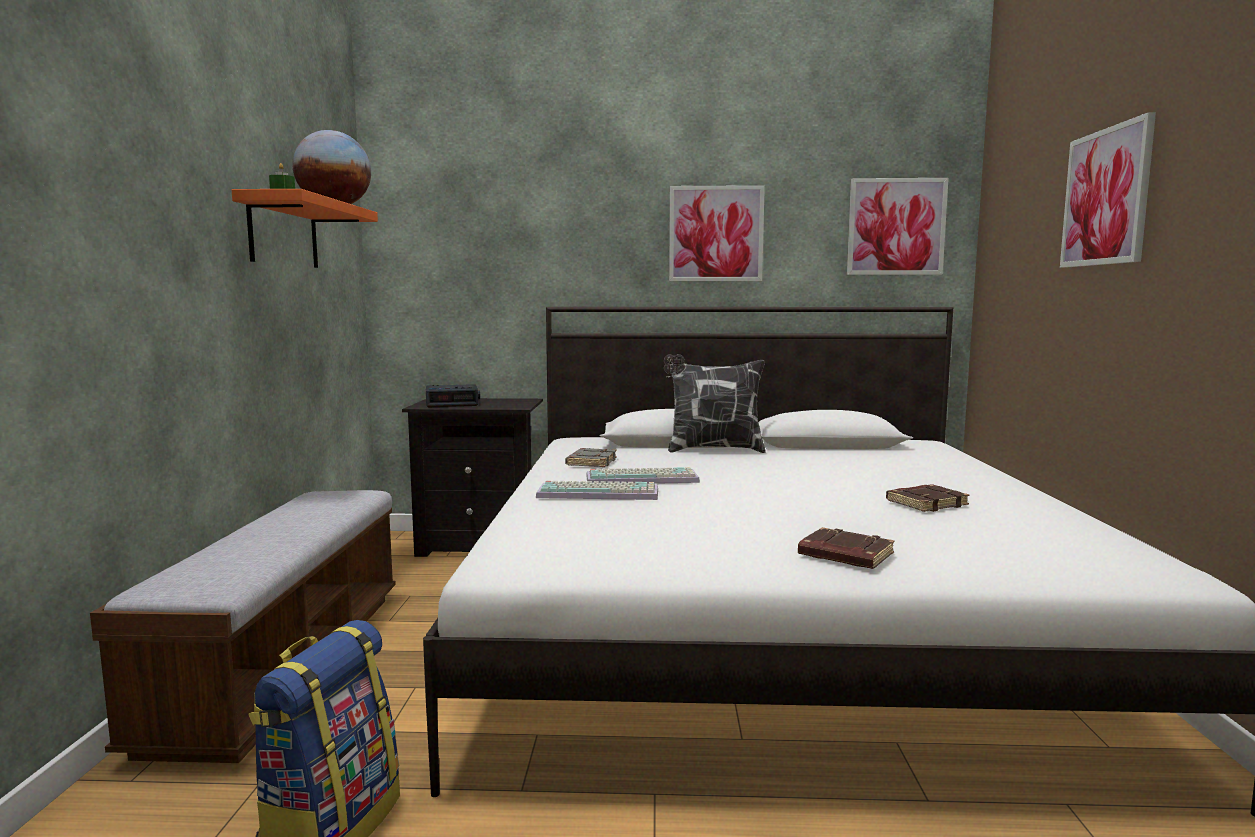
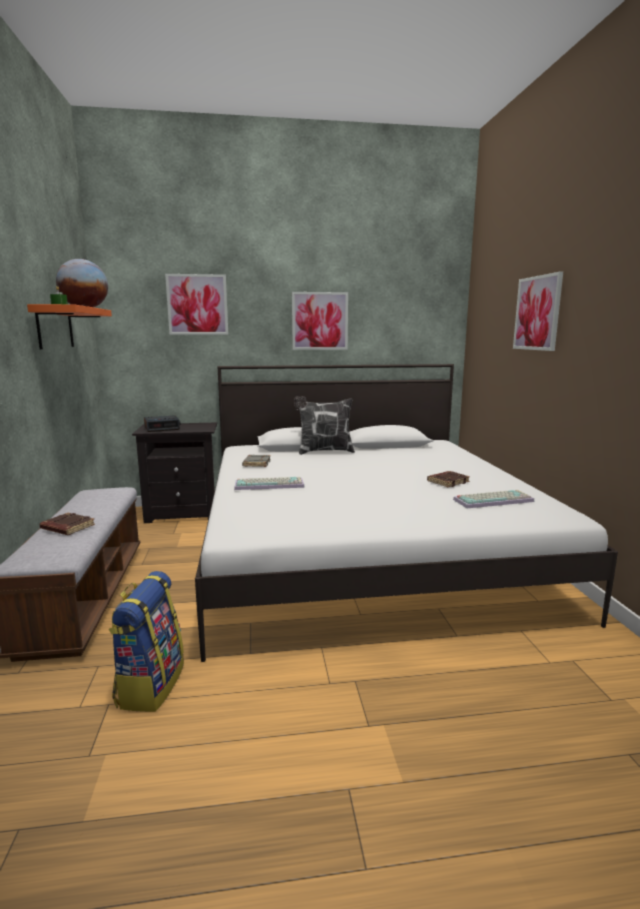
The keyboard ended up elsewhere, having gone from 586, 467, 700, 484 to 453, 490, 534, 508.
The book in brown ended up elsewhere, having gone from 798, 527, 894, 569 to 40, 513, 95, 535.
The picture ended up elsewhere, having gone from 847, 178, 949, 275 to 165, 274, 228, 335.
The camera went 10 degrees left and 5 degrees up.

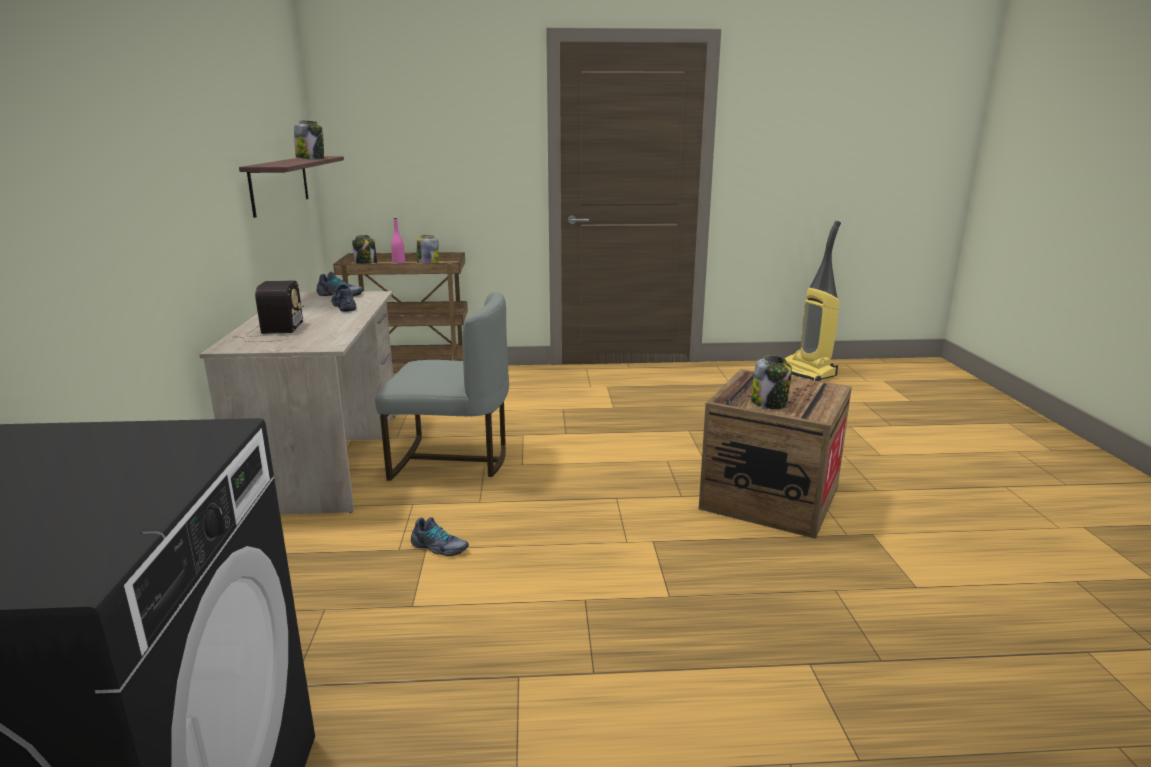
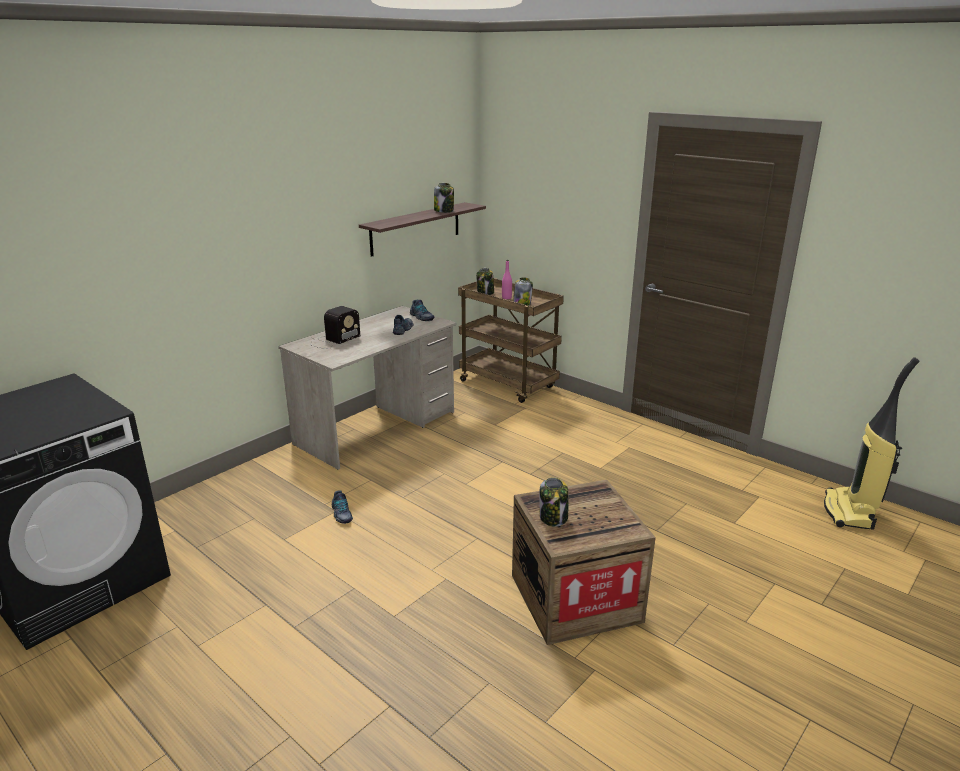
The second view lost the chair in grey at 375, 292, 509, 481.
The camera went 45 degrees right and 5 degrees up.

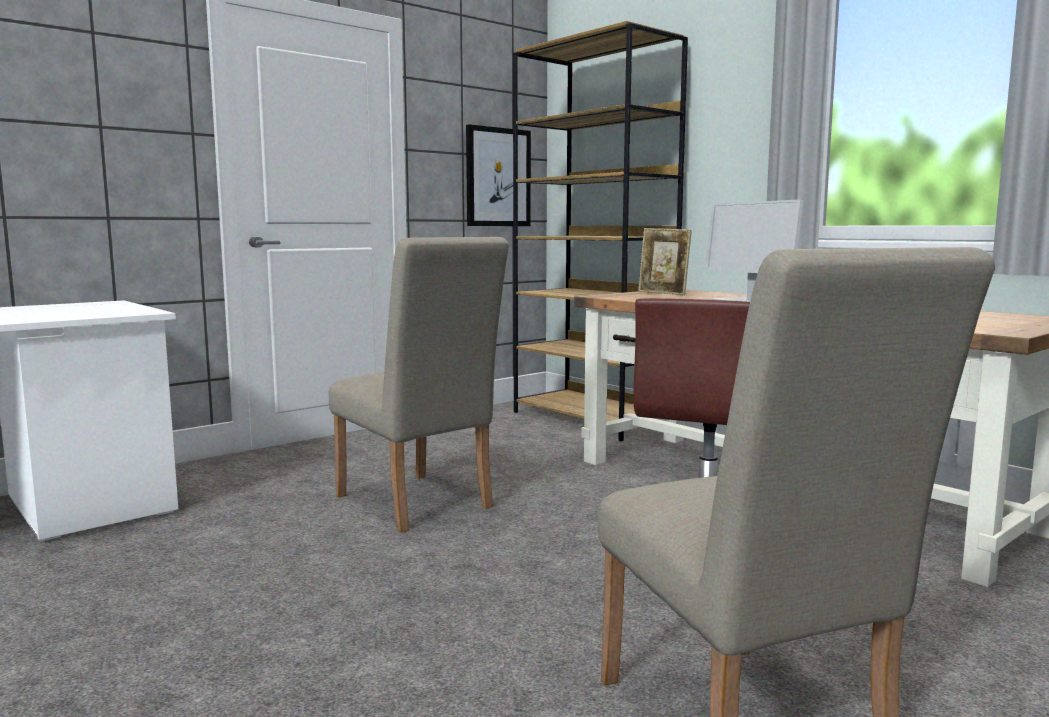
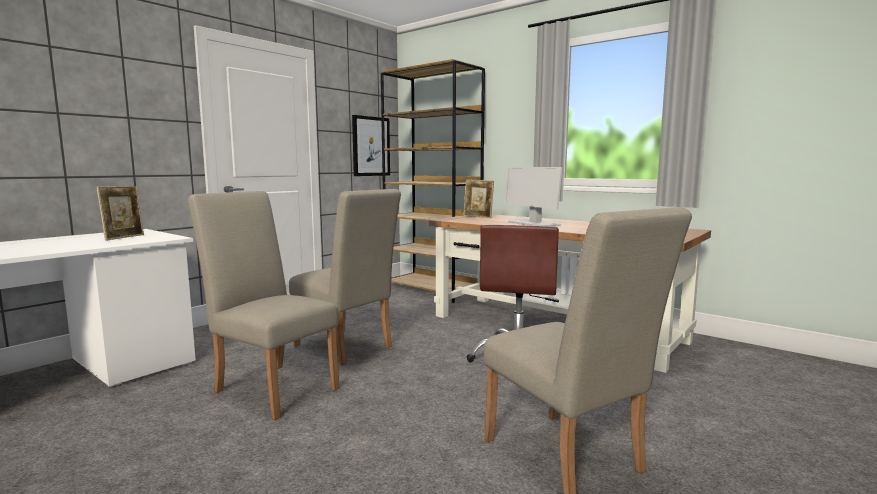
The second view gained the picture frame at 96, 186, 144, 241.
The second view gained the chair in beige at 188, 191, 340, 420.
The camera went 10 degrees left and 0 degrees up.

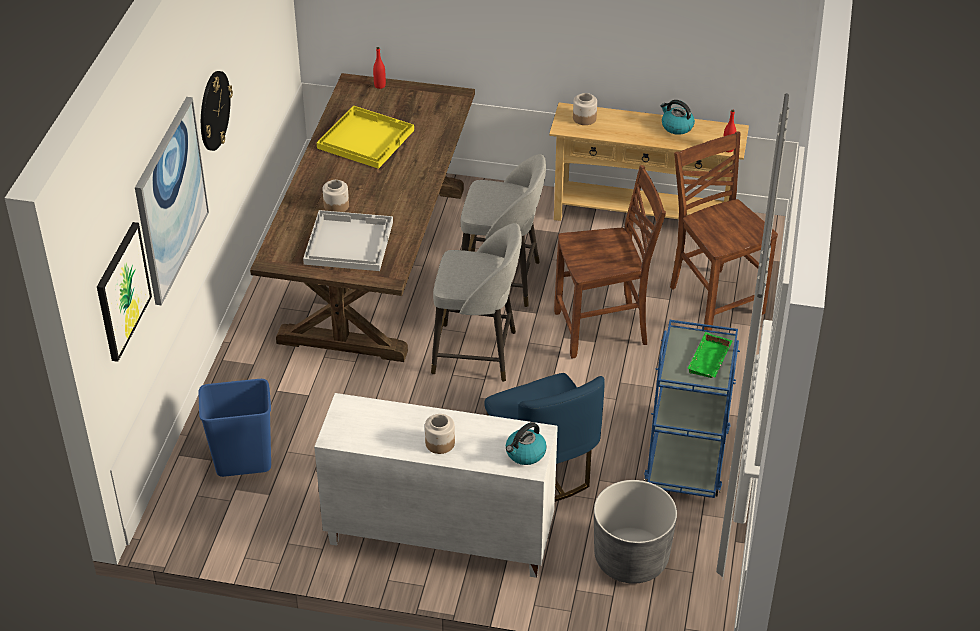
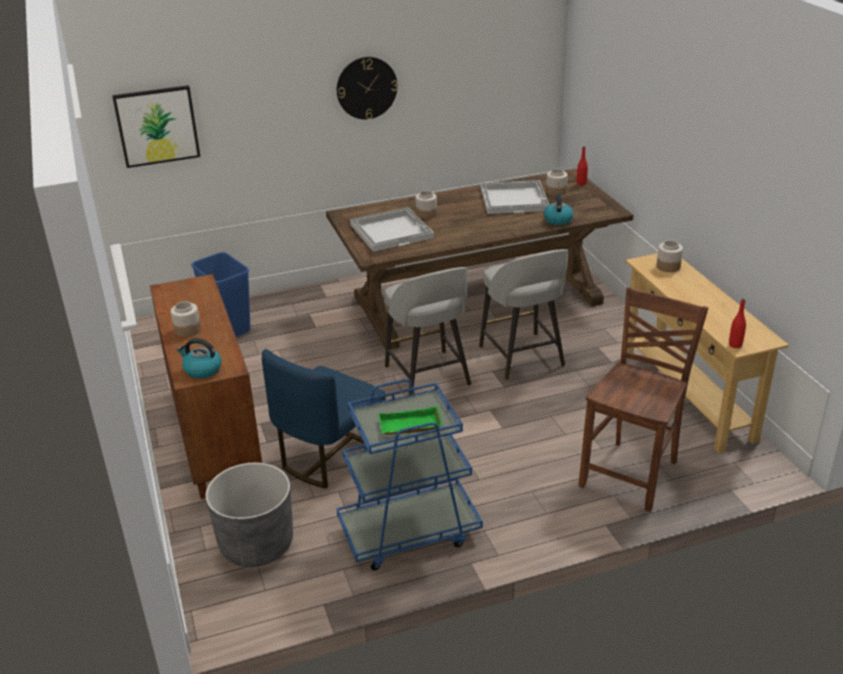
The second view lost the picture at 135, 97, 209, 306.
The second view lost the chair in brown at 554, 165, 666, 358.
The second view gained the jar at 546, 169, 568, 196.
The kettle ended up elsewhere, having gone from 660, 100, 695, 135 to 544, 193, 574, 225.
What was the cabinet in white at 314, 393, 558, 578 turned into the cabinet in brown at 150, 274, 262, 499.
What was the tray in yellow at 317, 105, 414, 169 turned into the tray in white at 480, 180, 549, 214.
The camera went 60 degrees right and 10 degrees down.

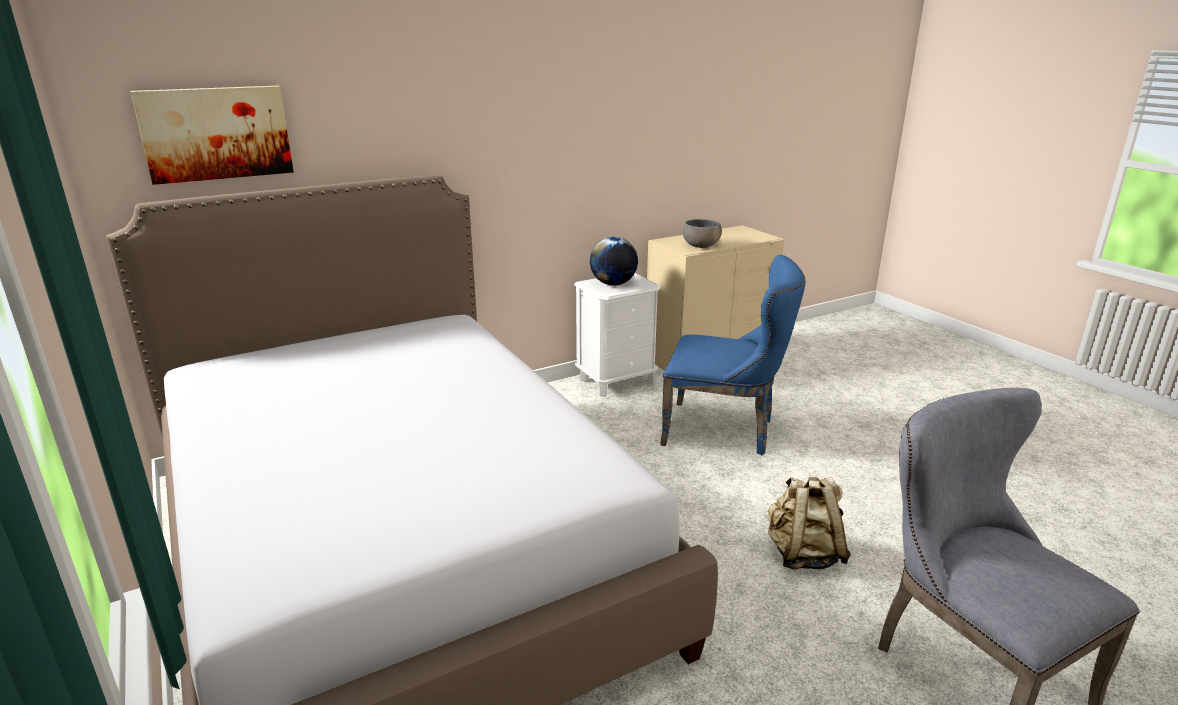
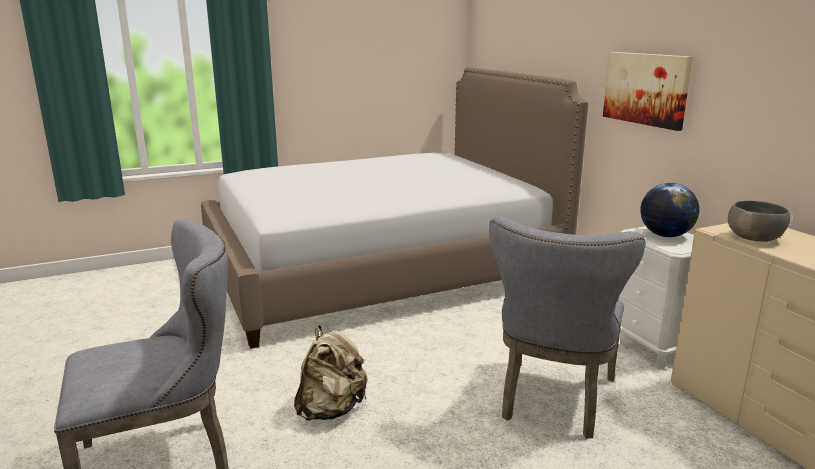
The picture ended up elsewhere, having gone from 130, 86, 294, 185 to 603, 52, 693, 131.
What was the chair in blue at 660, 255, 805, 455 turned into the chair in grey at 489, 216, 646, 439.
The camera went 95 degrees right and 5 degrees down.

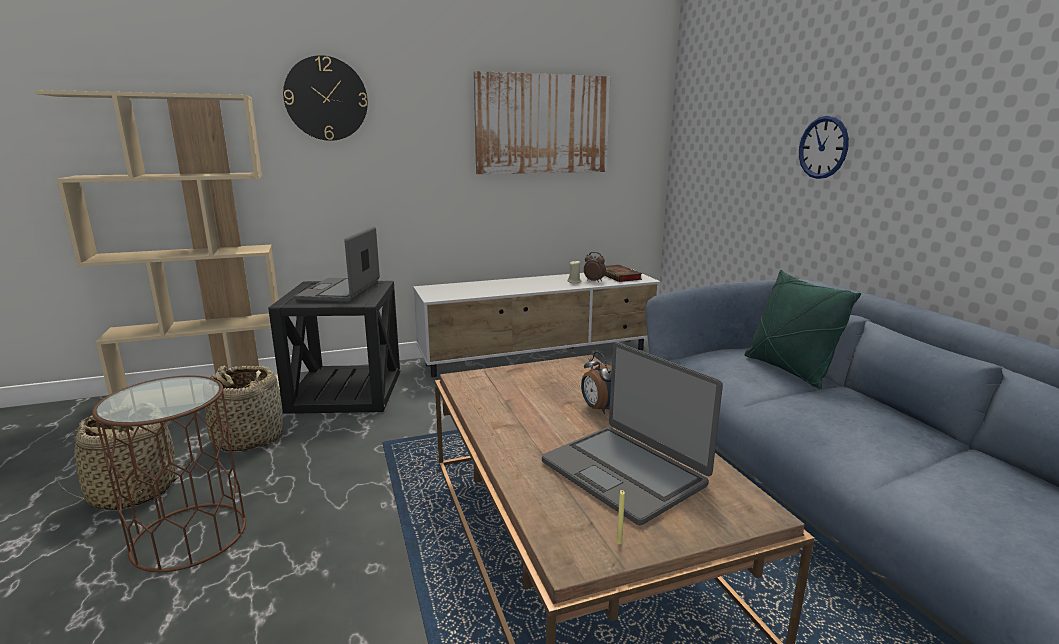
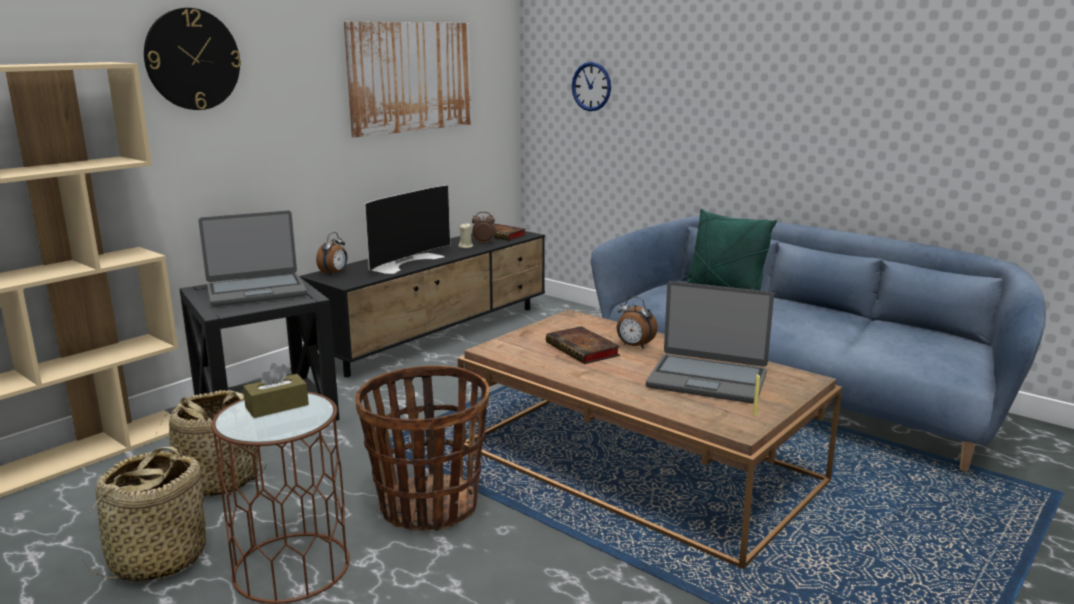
The second view gained the tissue box in brown at 243, 363, 309, 418.
The second view gained the alarm clock at 316, 232, 347, 276.
The second view gained the basket at 355, 365, 489, 531.
The second view gained the television at 364, 185, 450, 274.
The second view gained the book at 546, 326, 621, 364.
The wall clock ended up elsewhere, having gone from 799, 116, 849, 179 to 572, 62, 611, 111.
What was the tv stand in white at 413, 269, 661, 377 turned into the tv stand in black at 299, 231, 545, 377.
The laptop at 295, 226, 380, 302 ended up facing another way, 90 degrees counterclockwise from before.
The camera went 30 degrees left and 0 degrees up.

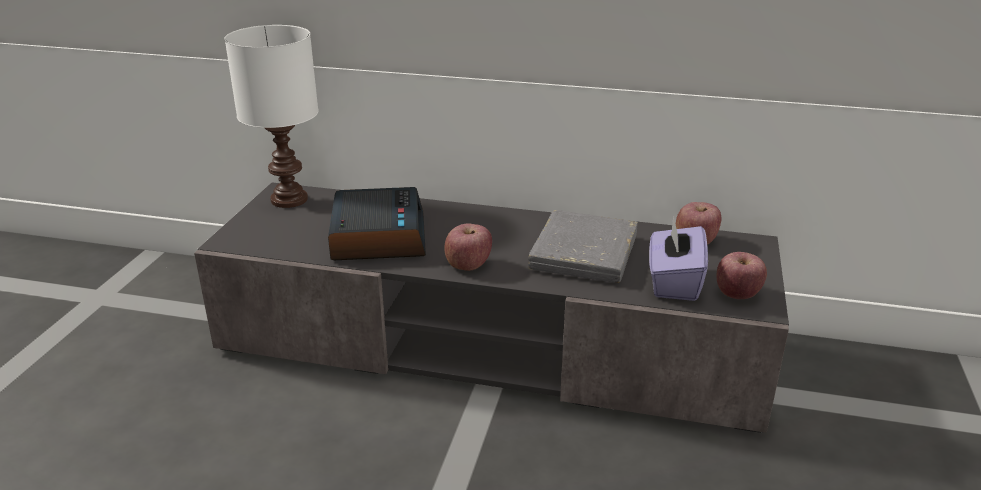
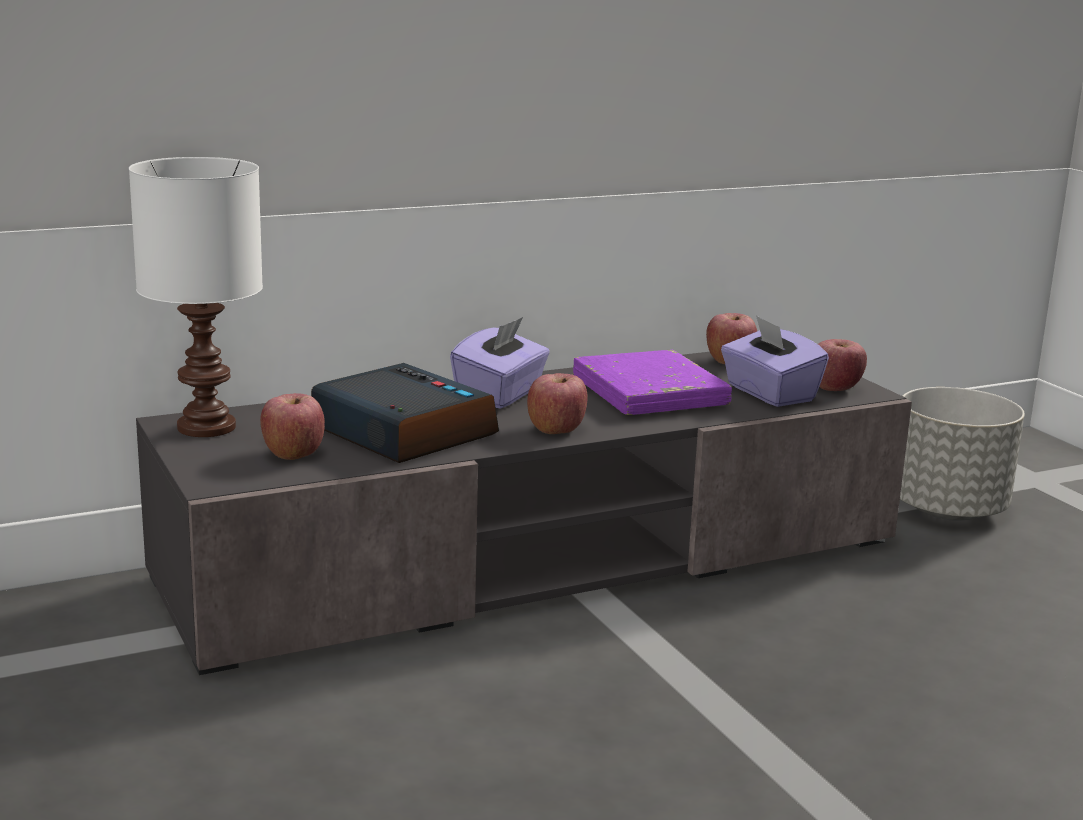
The second view gained the apple at 260, 393, 325, 460.
The second view gained the tissue box in purple at 450, 317, 550, 409.
The second view gained the planter in grey at 900, 387, 1025, 521.
What was the book in grey at 528, 210, 638, 283 turned into the book in purple at 573, 350, 732, 415.
The camera went 40 degrees left and 10 degrees down.

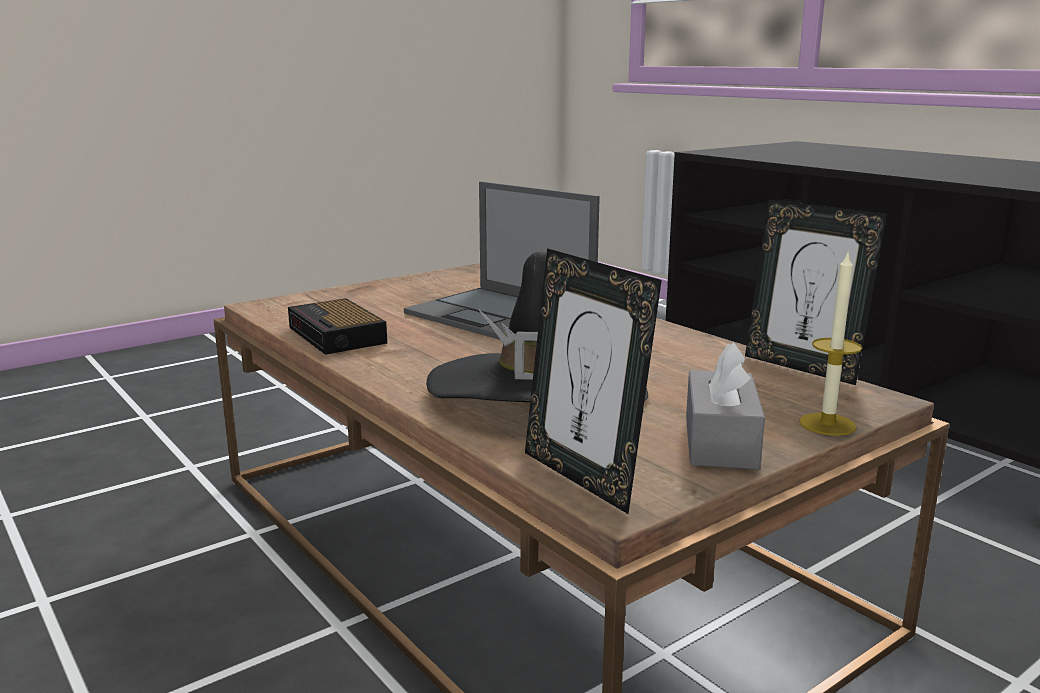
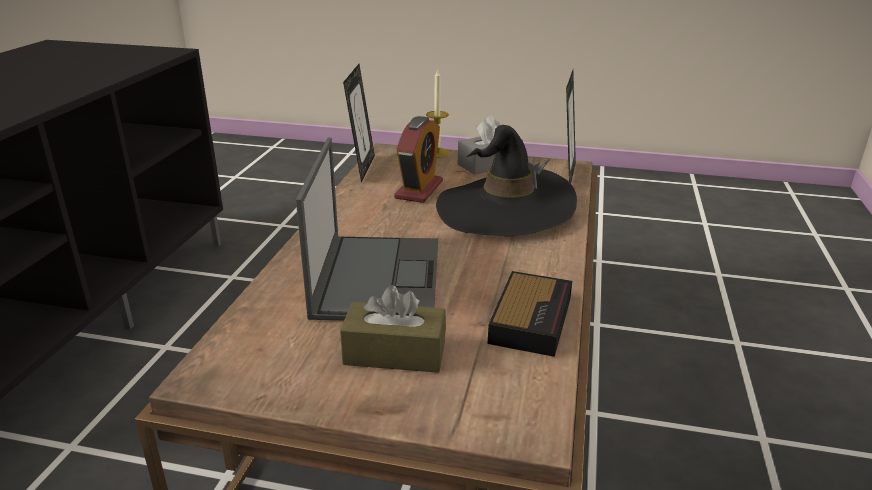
The second view gained the tissue box in brown at 340, 285, 446, 373.
The second view gained the alarm clock at 394, 116, 443, 203.
The camera went 130 degrees left and 10 degrees up.

